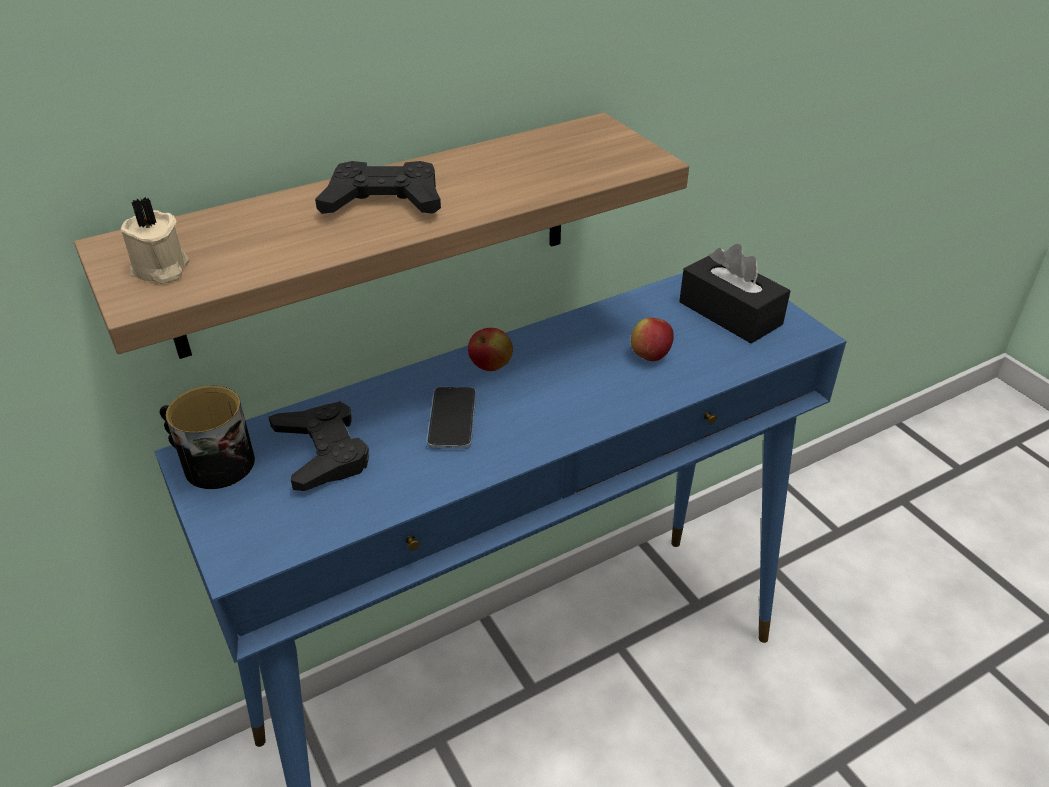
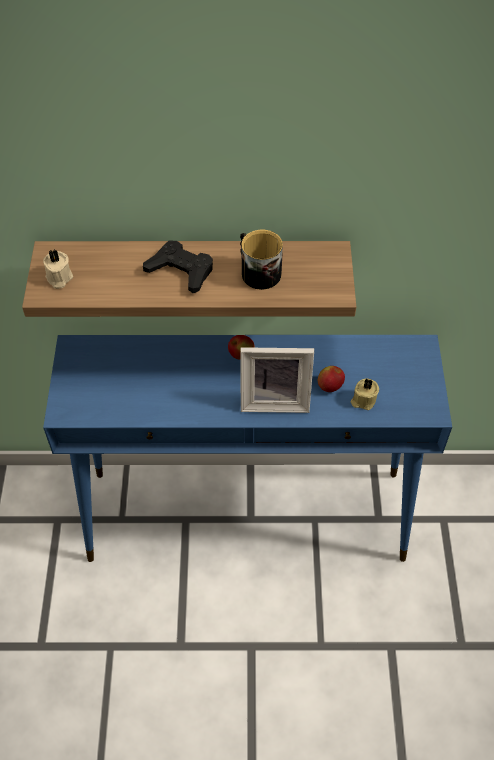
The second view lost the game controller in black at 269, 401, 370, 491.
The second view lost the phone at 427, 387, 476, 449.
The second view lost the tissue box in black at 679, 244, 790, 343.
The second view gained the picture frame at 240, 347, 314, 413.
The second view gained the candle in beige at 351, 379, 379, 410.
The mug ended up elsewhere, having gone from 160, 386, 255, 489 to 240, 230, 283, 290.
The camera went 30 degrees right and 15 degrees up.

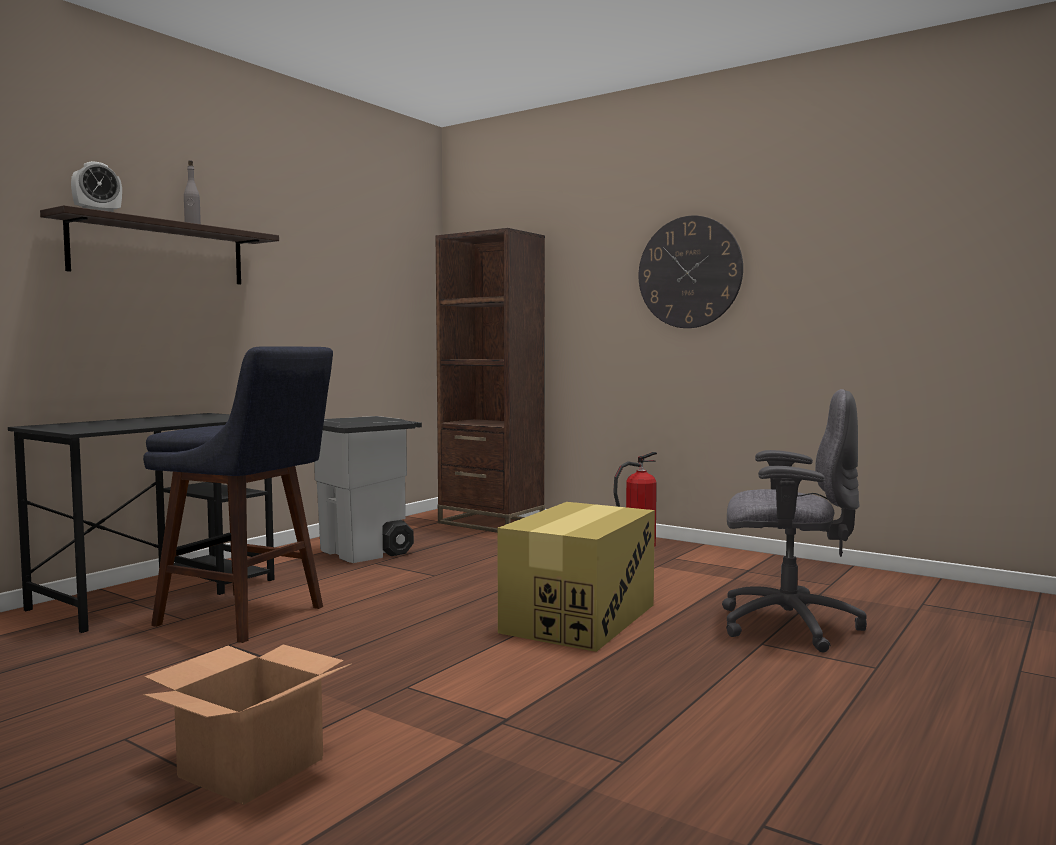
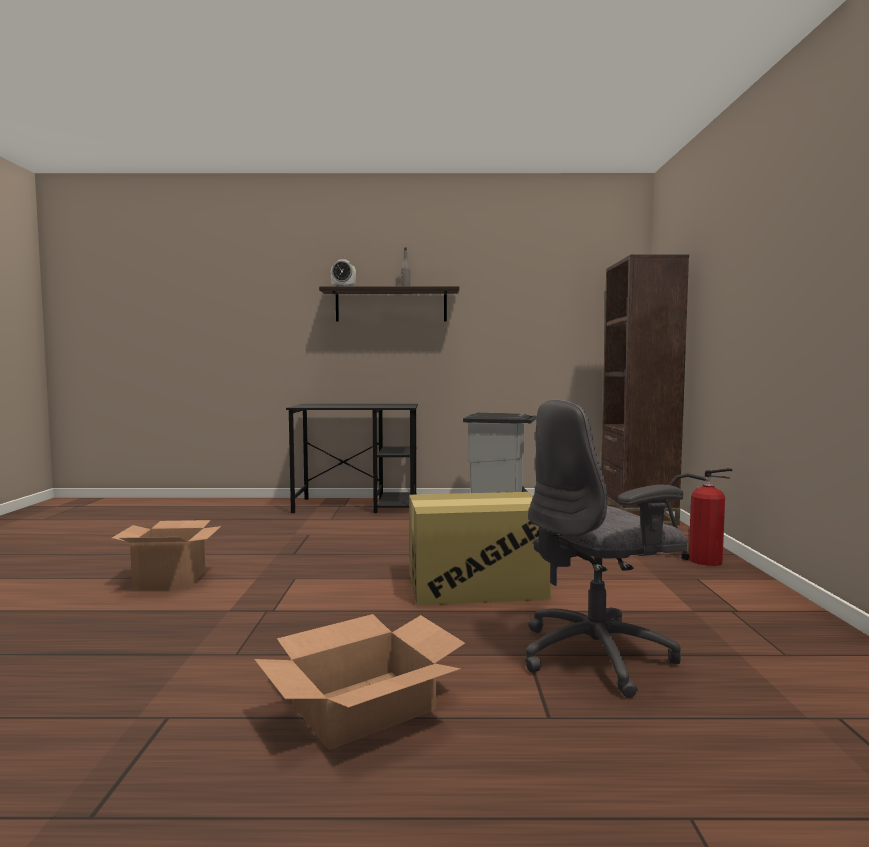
The second view lost the stool in blue at 143, 346, 333, 643.
The second view lost the wall clock at 639, 216, 743, 328.
The second view gained the cardboard box at 254, 614, 465, 750.
The office chair in grey at 722, 389, 867, 652 ended up facing another way, 90 degrees clockwise from before.
The camera went 55 degrees right and 0 degrees up.

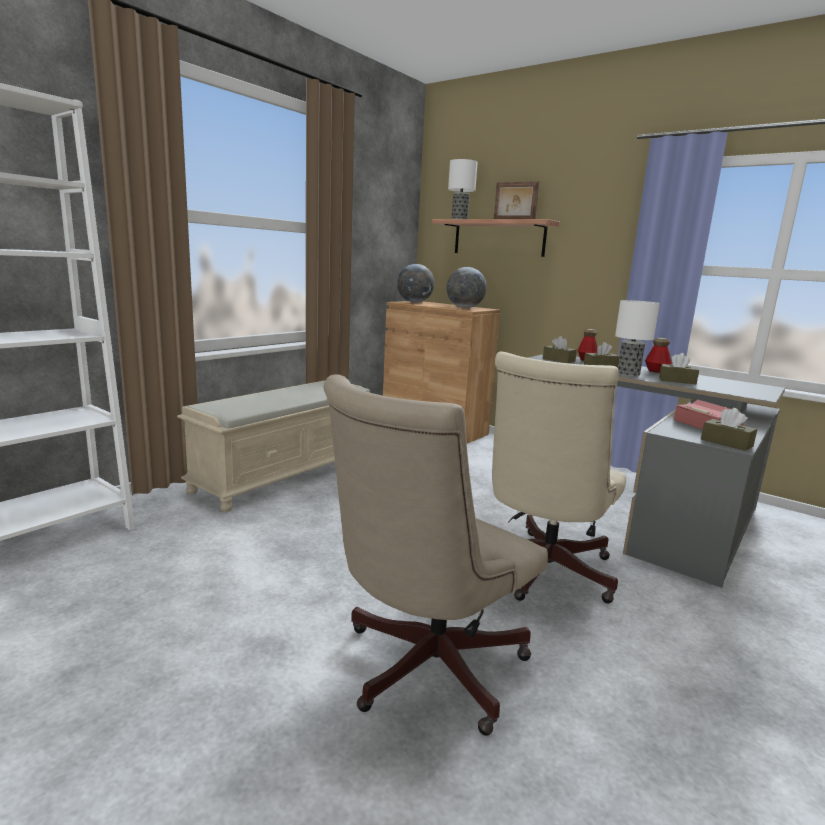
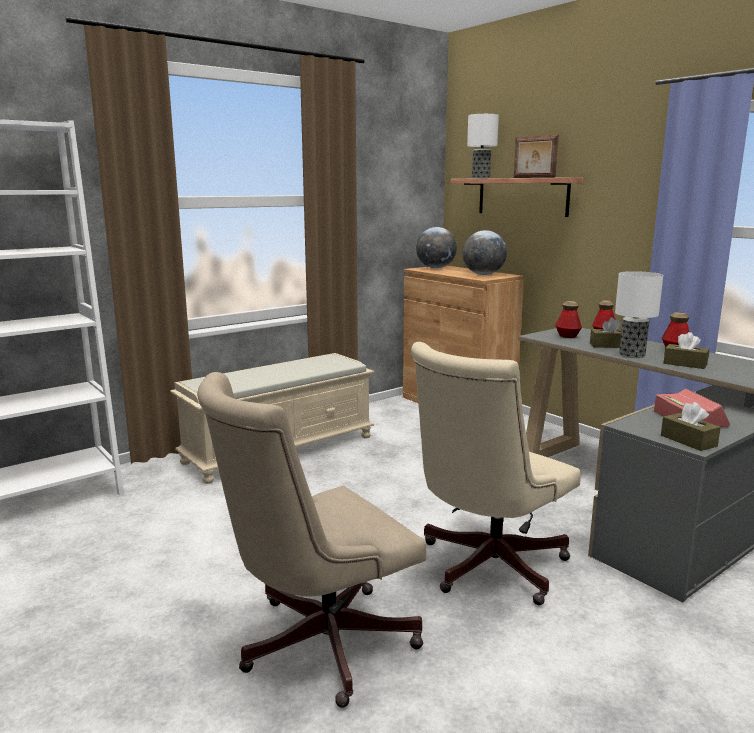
Where the tissue box in brown stood at 543, 336, 577, 363, the bottle came to stand at 555, 301, 582, 338.
The camera went 15 degrees right and 0 degrees up.

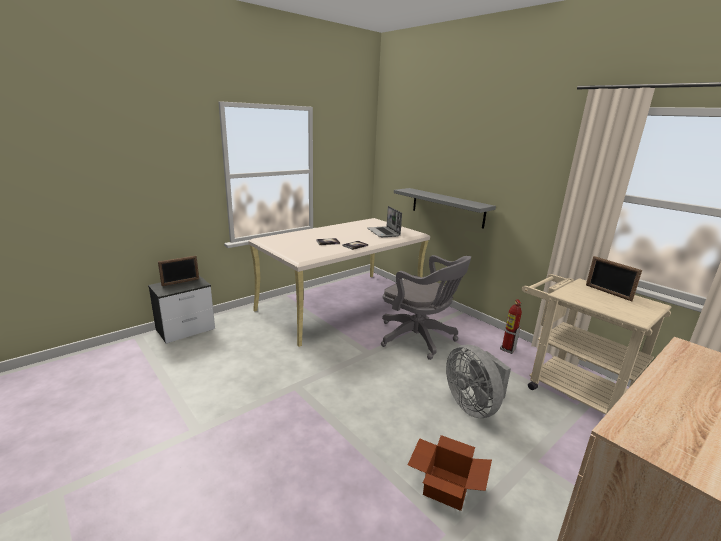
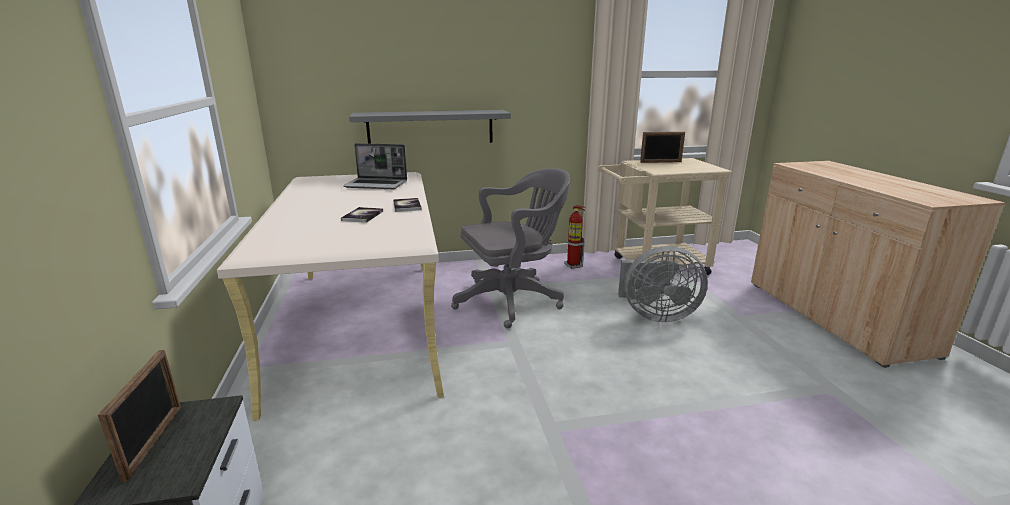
The second view lost the cardboard box at 408, 435, 492, 511.
The camera went 60 degrees left and 0 degrees up.

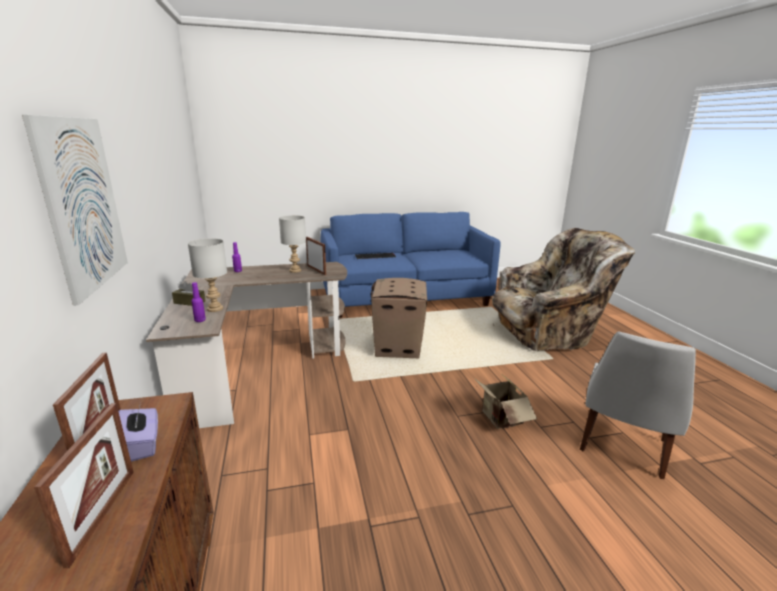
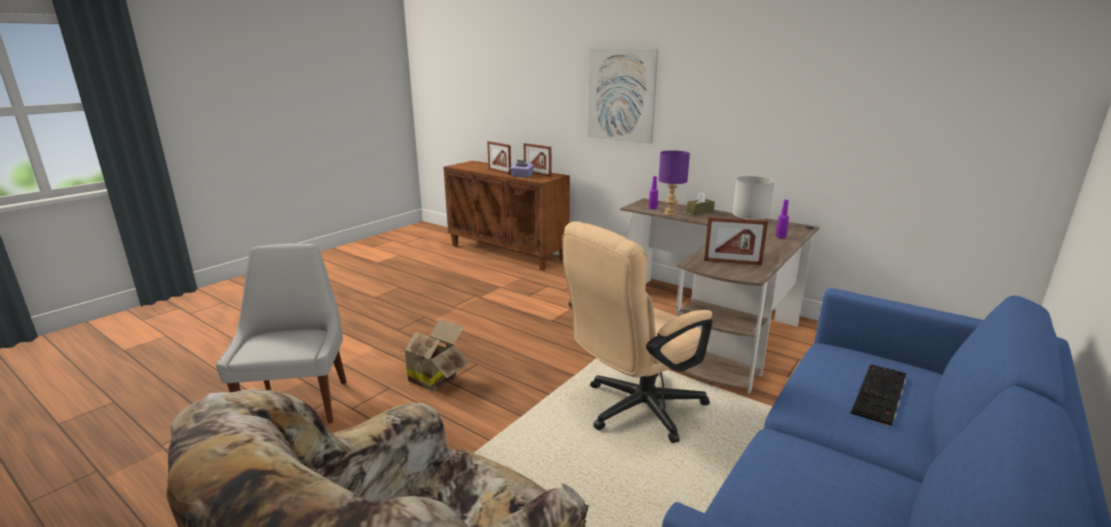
Where the cardboard box stood at 371, 278, 427, 358, the office chair in beige came to stand at 562, 221, 712, 443.
What was the table lamp in grey at 188, 238, 227, 312 turned into the table lamp in purple at 658, 150, 690, 216.
The camera went 140 degrees right and 0 degrees up.

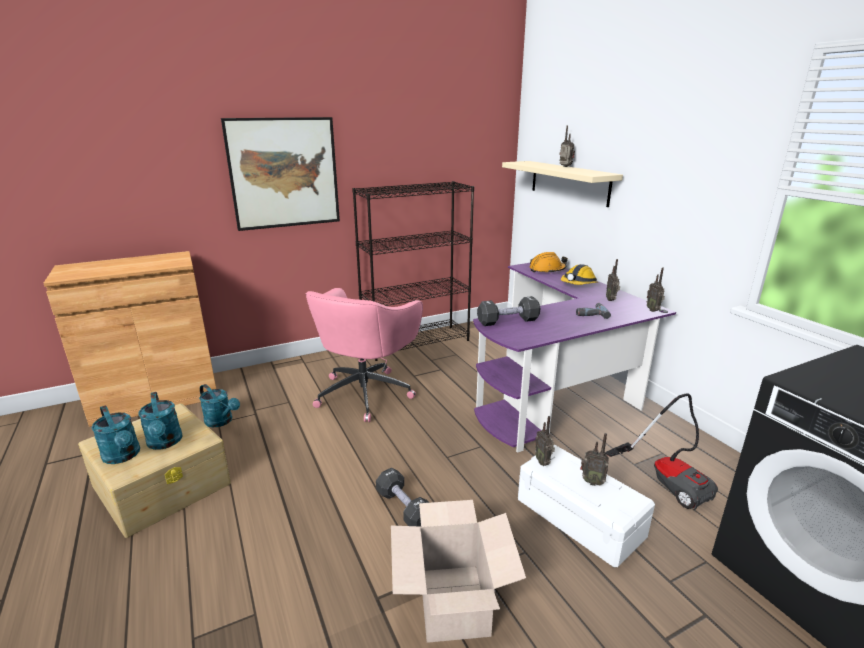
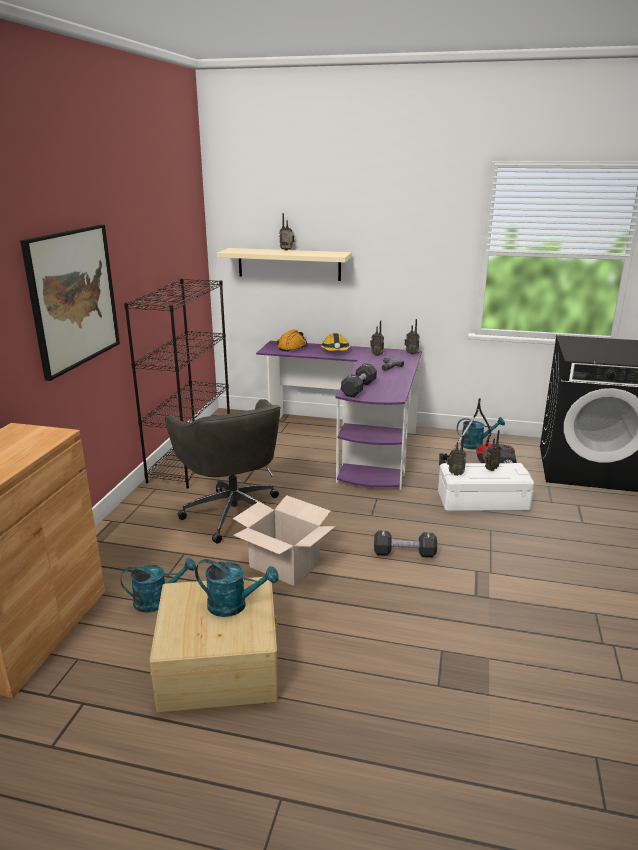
The watering can in turquoise ended up elsewhere, having gone from 92, 405, 140, 464 to 457, 417, 505, 449.
The cardboard box ended up elsewhere, having gone from 391, 500, 526, 643 to 233, 495, 335, 586.
What was the office chair in pink at 305, 288, 423, 422 turned into the office chair in grey at 165, 399, 281, 544.
The camera went 50 degrees left and 0 degrees up.

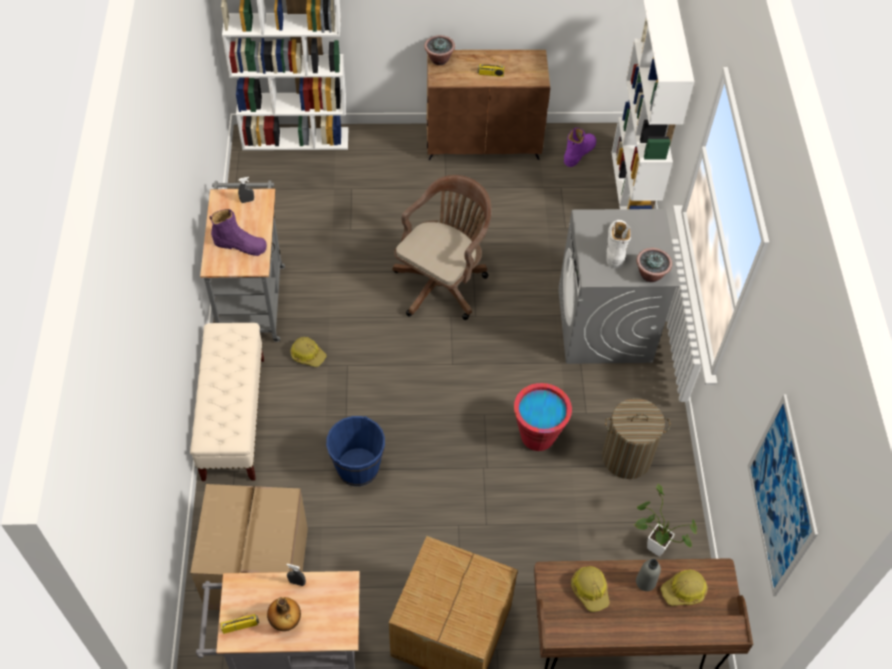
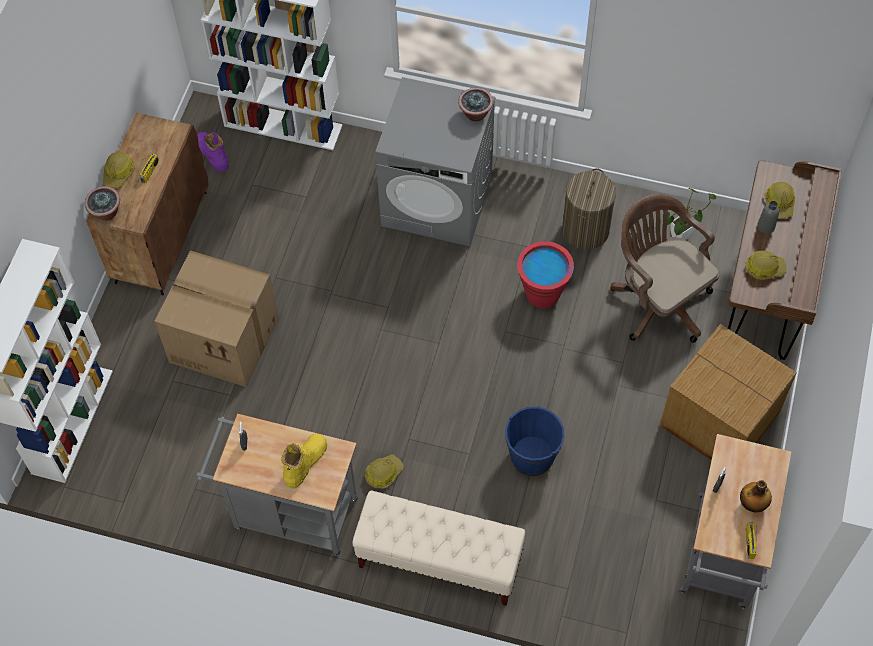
The second view lost the boot in white at 606, 220, 631, 269.
The second view lost the picture at 748, 394, 818, 596.
The second view gained the hard hat at 103, 152, 135, 188.
The cardboard box ended up elsewhere, having gone from 190, 484, 308, 610 to 154, 250, 279, 387.
The office chair in brown ended up elsewhere, having gone from 392, 175, 492, 320 to 610, 194, 720, 343.
What was the boot in purple at 210, 209, 267, 256 turned into the boot in yellow at 281, 434, 327, 489.
The camera went 70 degrees left and 5 degrees up.

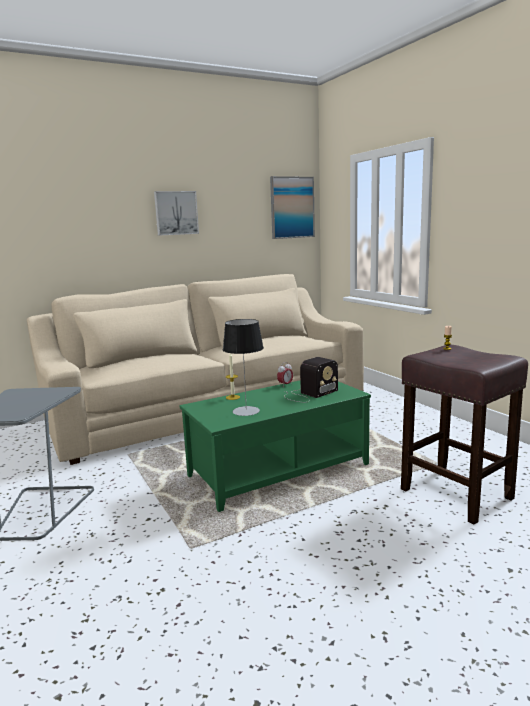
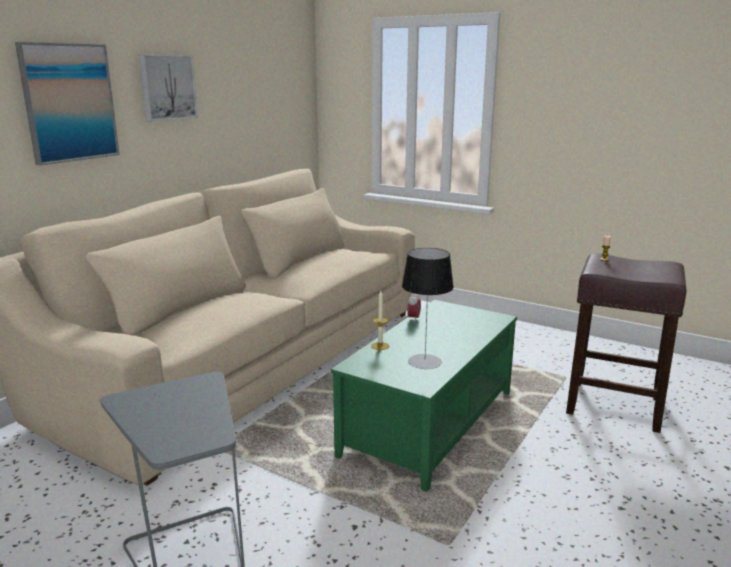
The second view lost the radio at 284, 357, 338, 402.
The picture ended up elsewhere, having gone from 270, 176, 315, 239 to 15, 42, 120, 165.
The camera went 30 degrees left and 5 degrees up.

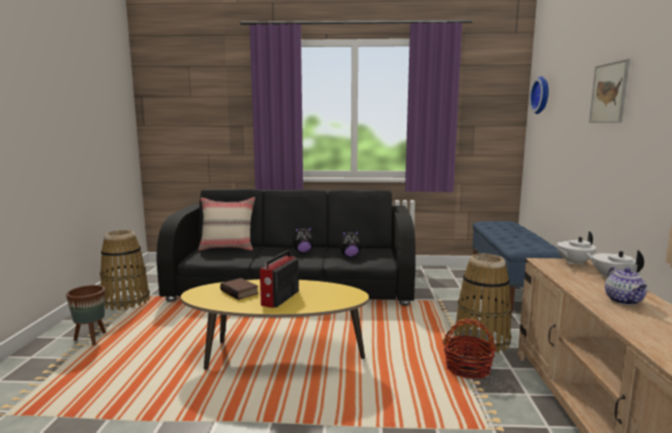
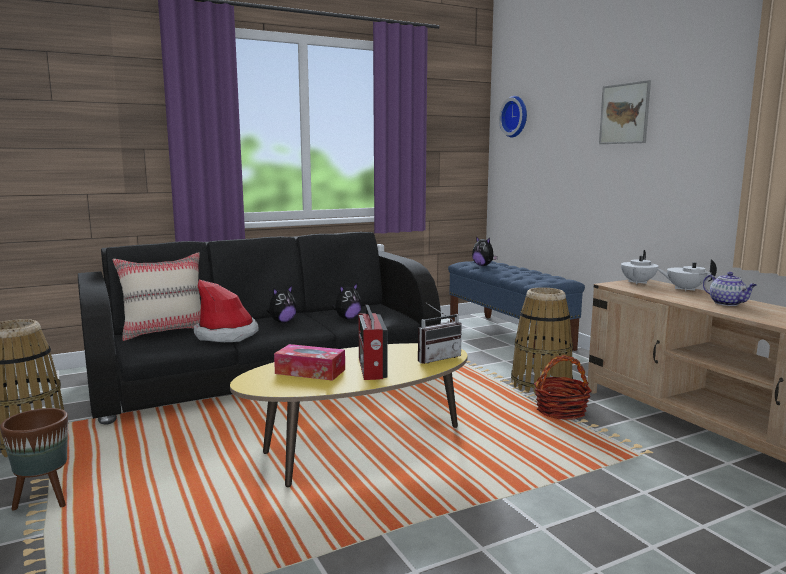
The second view gained the hat at 194, 280, 259, 342.
The second view gained the radio at 418, 302, 462, 364.
The second view gained the plush toy at 472, 236, 498, 266.
Where the book stood at 220, 278, 259, 300, the tissue box came to stand at 274, 344, 345, 381.
The camera went 30 degrees left and 0 degrees up.

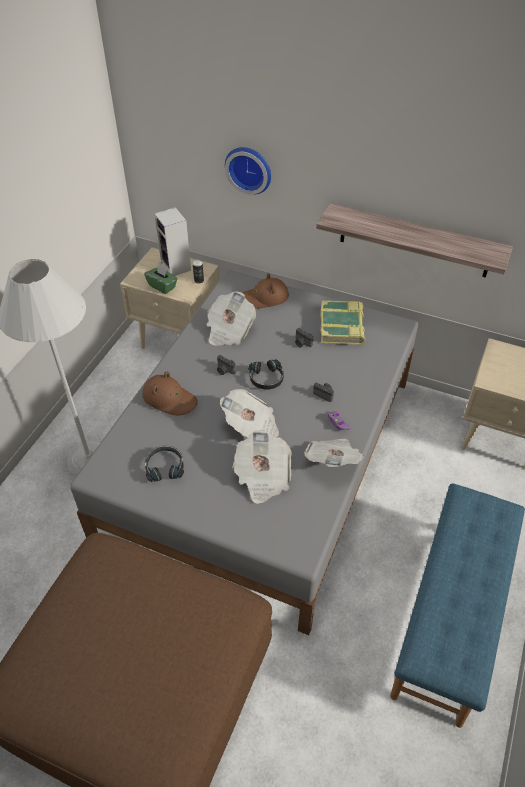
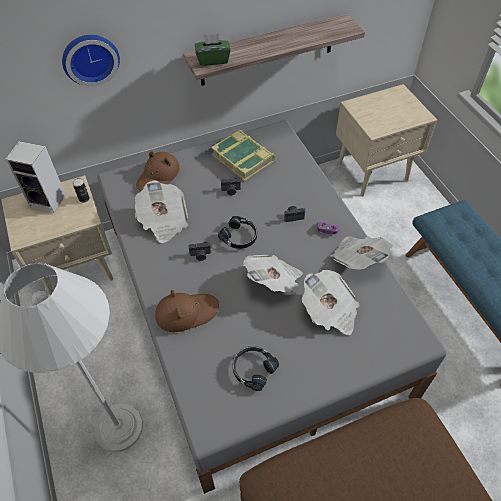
The tissue box in green ended up elsewhere, having gone from 144, 265, 177, 294 to 195, 33, 231, 66.
The camera went 45 degrees left and 5 degrees up.

